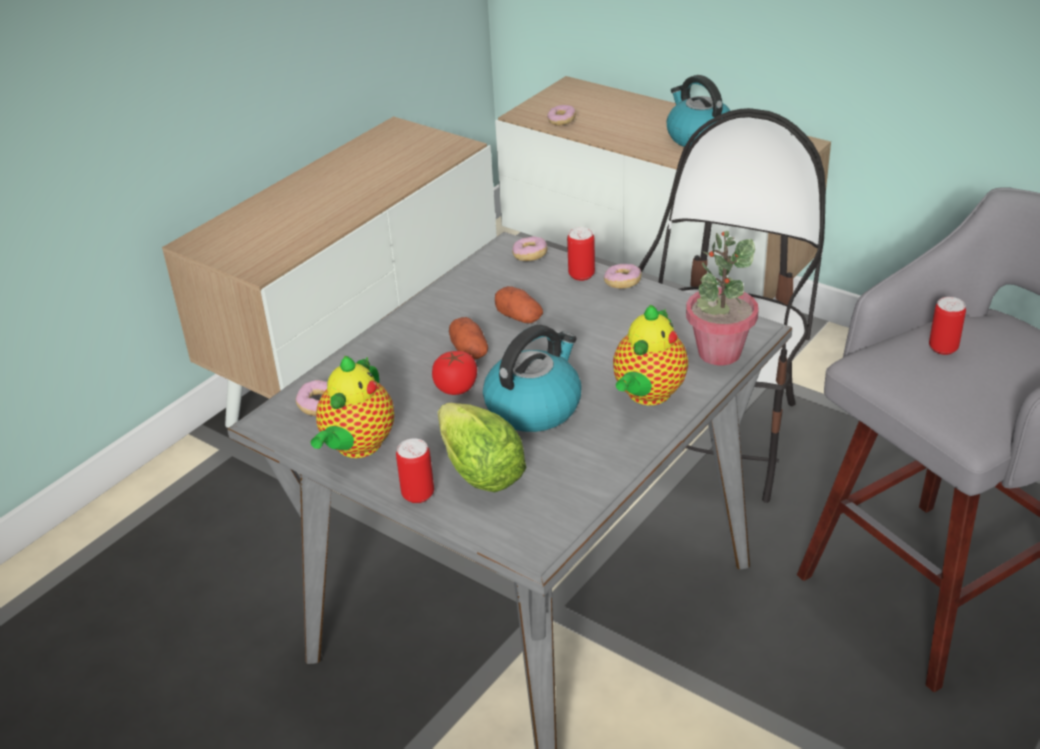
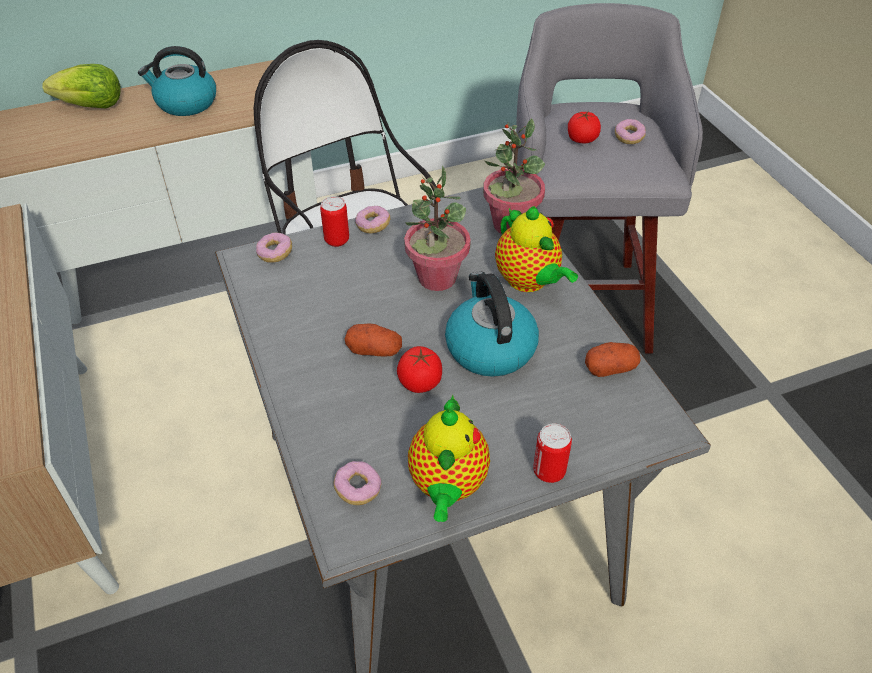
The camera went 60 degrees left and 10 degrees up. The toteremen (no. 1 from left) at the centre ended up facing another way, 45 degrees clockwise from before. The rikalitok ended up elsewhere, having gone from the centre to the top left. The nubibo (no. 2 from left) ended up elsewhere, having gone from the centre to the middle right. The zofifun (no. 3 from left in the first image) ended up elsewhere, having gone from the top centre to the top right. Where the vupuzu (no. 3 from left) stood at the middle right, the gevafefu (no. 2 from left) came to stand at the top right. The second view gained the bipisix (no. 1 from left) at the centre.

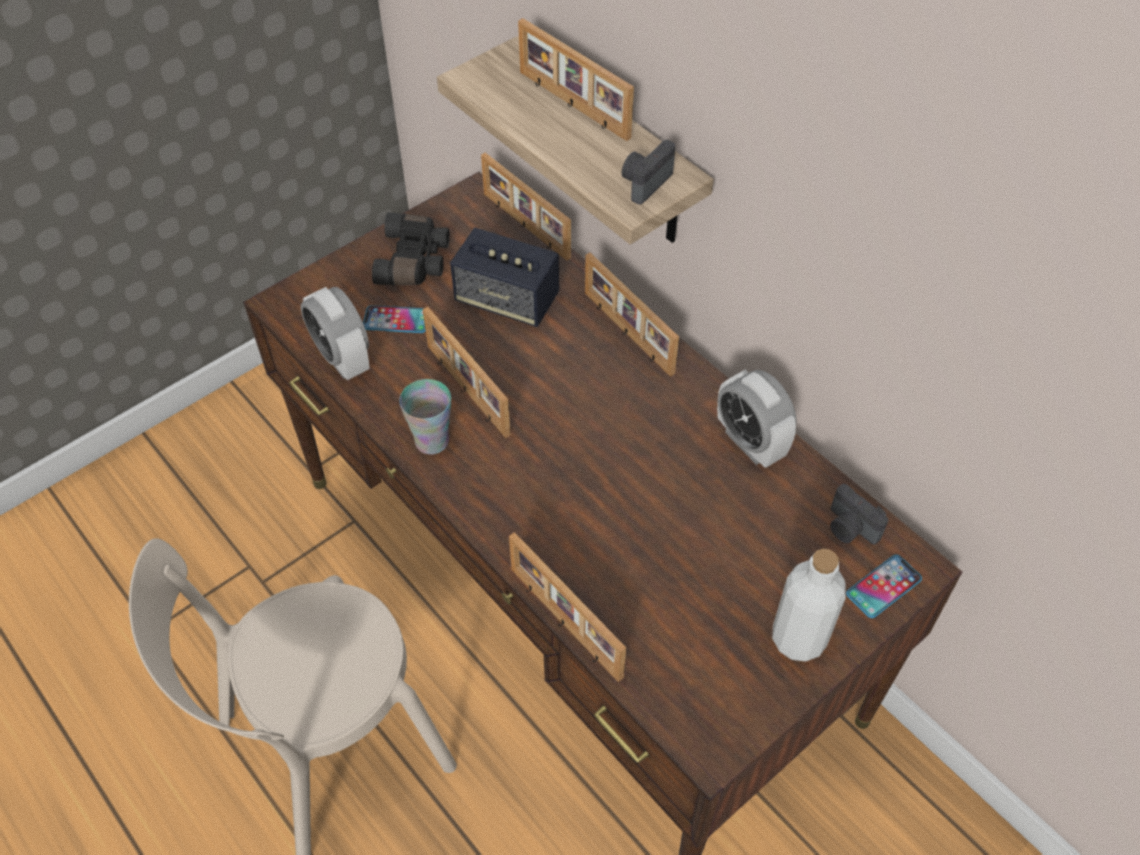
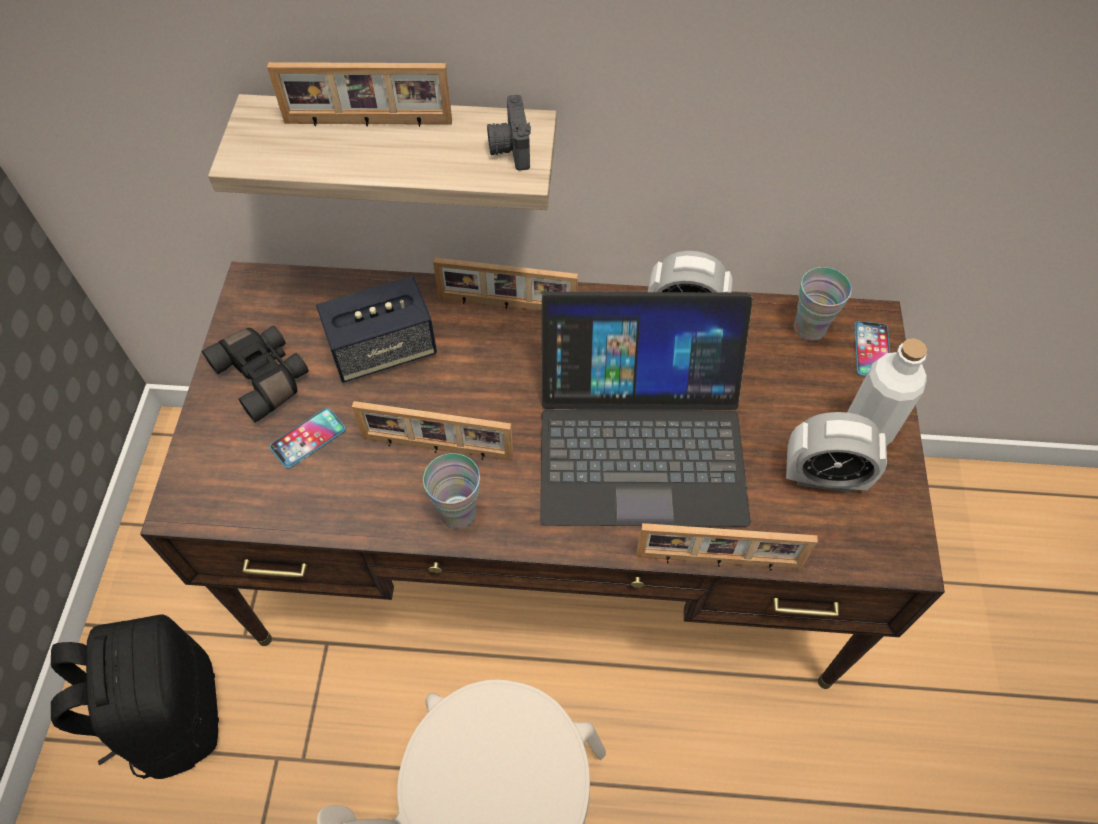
The camera went 45 degrees left and 5 degrees up. The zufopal (no. 1 from left in the first image) ended up elsewhere, having gone from the middle left to the middle right. The second view lost the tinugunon (no. 2 from left) at the top centre. Where the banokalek (no. 2 from left) stood at the middle right, the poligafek (no. 2 from left) came to stand at the middle right. The second view gained the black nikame at the bottom left. The second view gained the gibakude at the centre.

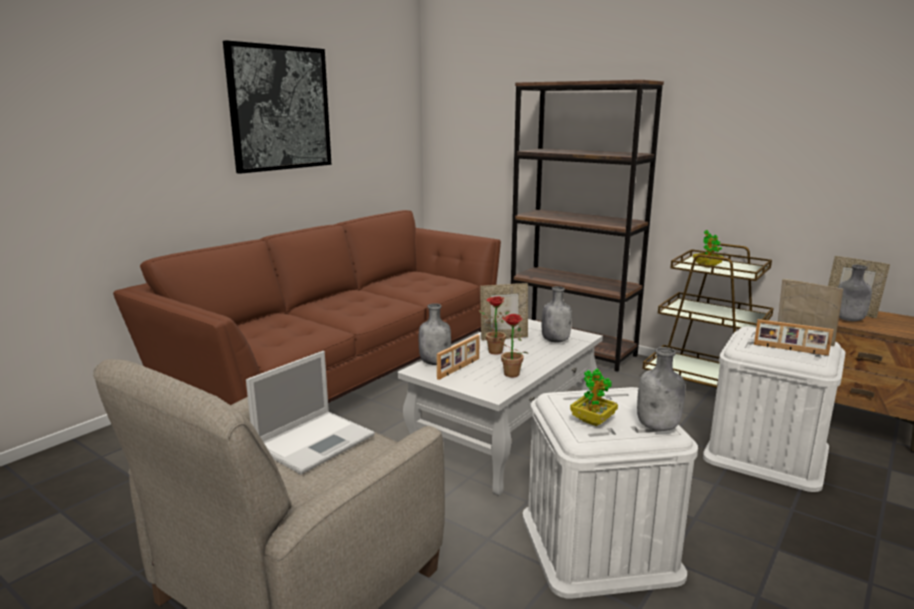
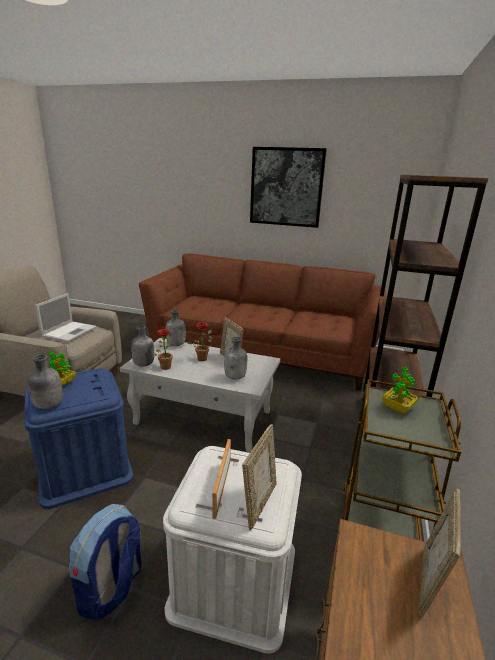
The camera went 70 degrees right and 5 degrees up. The gibakude at the bottom centre ended up facing another way, 90 degrees counterclockwise from before. The second view lost the tinugunon (no. 1 from left) at the centre. What was the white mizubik (no. 1 from left) at the bottom right turned into the blue mizubik at the middle left. The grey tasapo (no. 4 from left in the first image) ended up elsewhere, having gone from the middle right to the middle left. The second view gained the nikame at the bottom left.

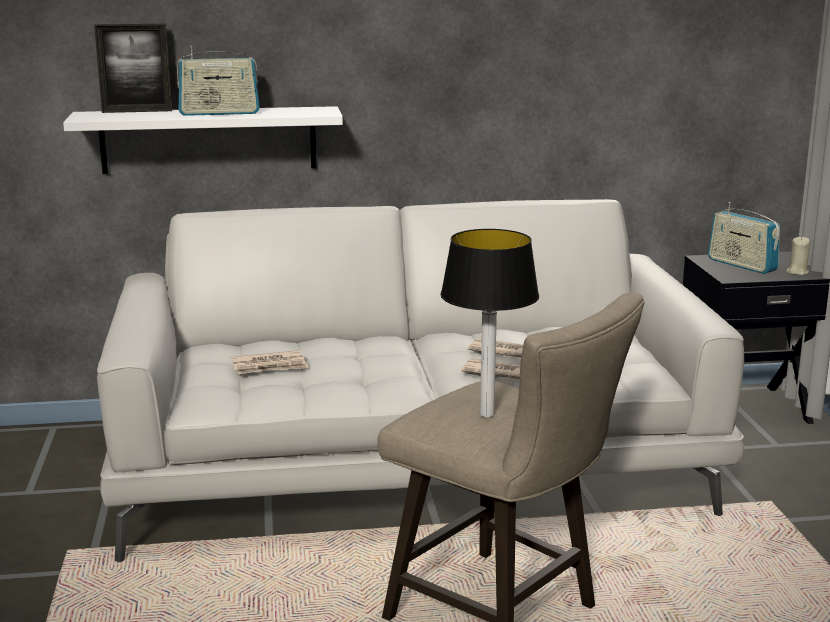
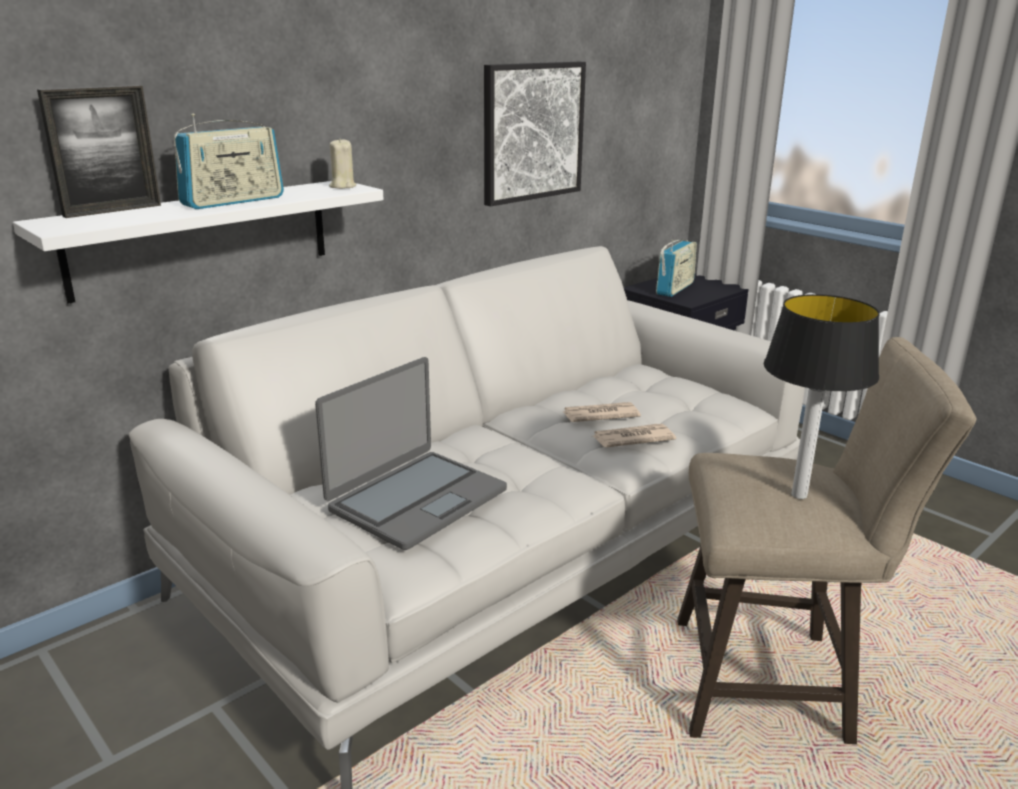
The camera went 35 degrees left and 5 degrees up. Where the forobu (no. 1 from left) stood at the middle left, the gibakude came to stand at the centre. The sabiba (no. 2 from left) at the middle right ended up facing another way, 75 degrees counterclockwise from before. The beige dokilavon ended up elsewhere, having gone from the middle right to the top centre. The second view gained the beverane at the top centre.

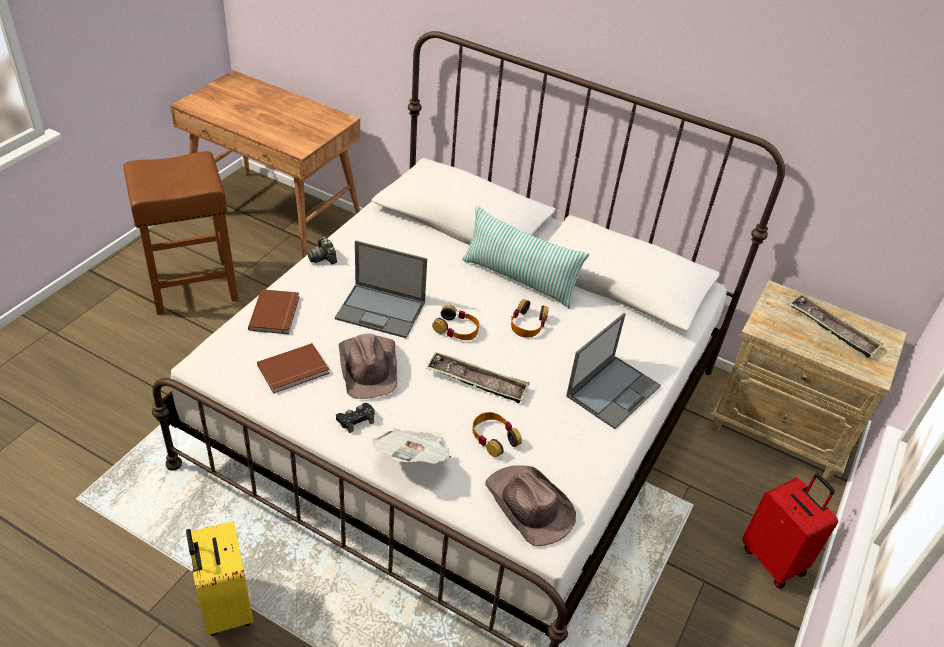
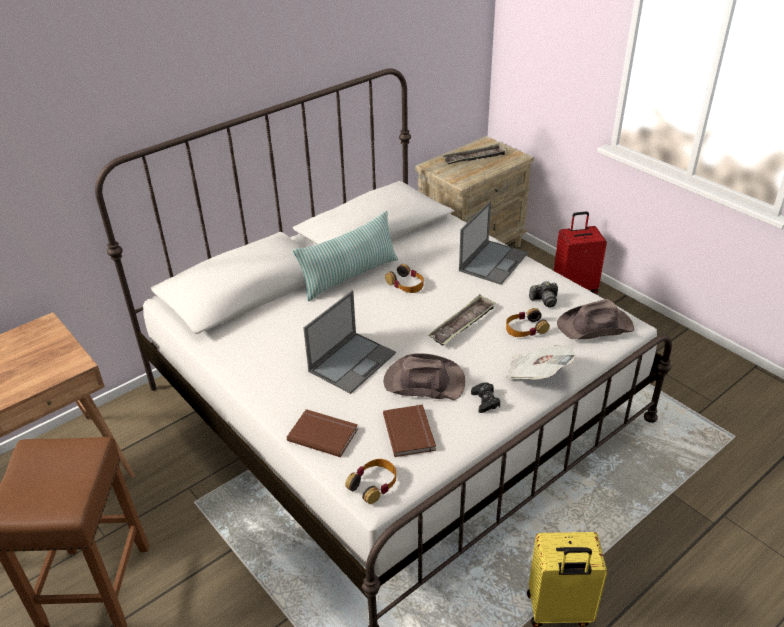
The camera went 65 degrees left and 5 degrees down. The banokalek ended up elsewhere, having gone from the centre to the middle right. The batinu (no. 1 from left) ended up elsewhere, having gone from the centre to the bottom centre. The gibakude (no. 2 from left) at the centre ended up facing another way, 60 degrees clockwise from before.

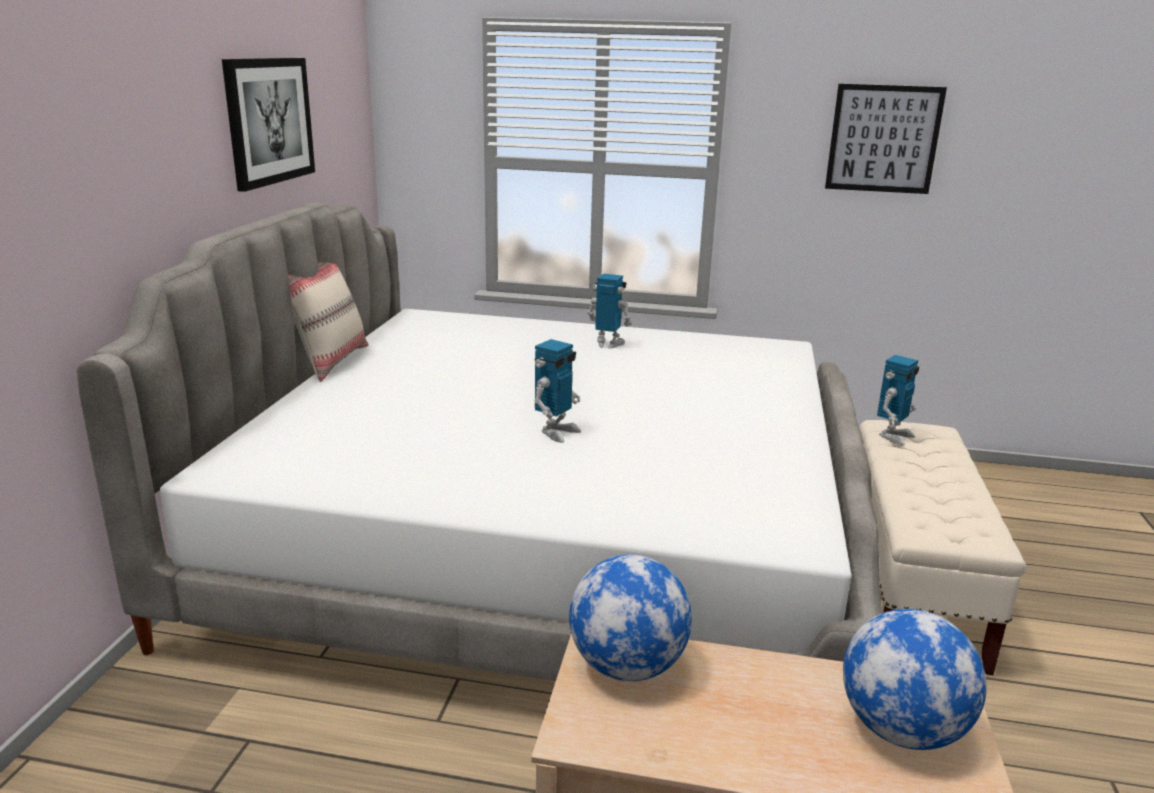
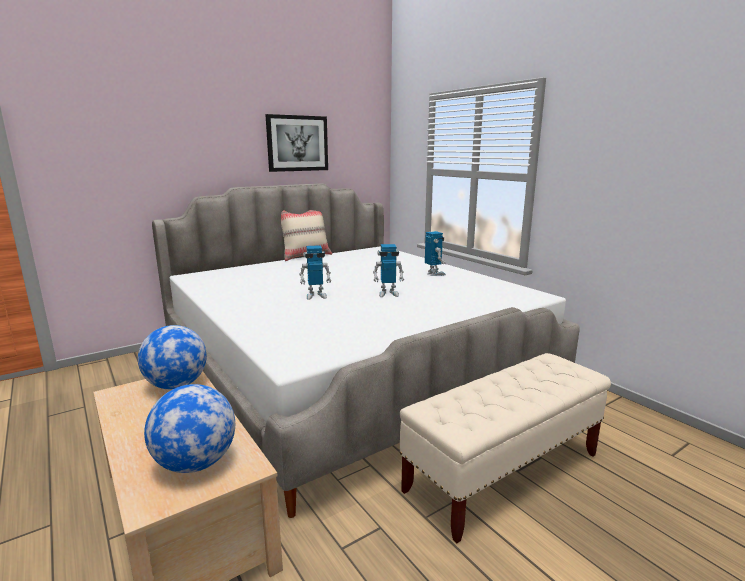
The camera went 45 degrees right and 5 degrees down. The second view lost the beverane (no. 2 from left) at the top right. The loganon (no. 3 from left in the first image) ended up elsewhere, having gone from the middle right to the centre.

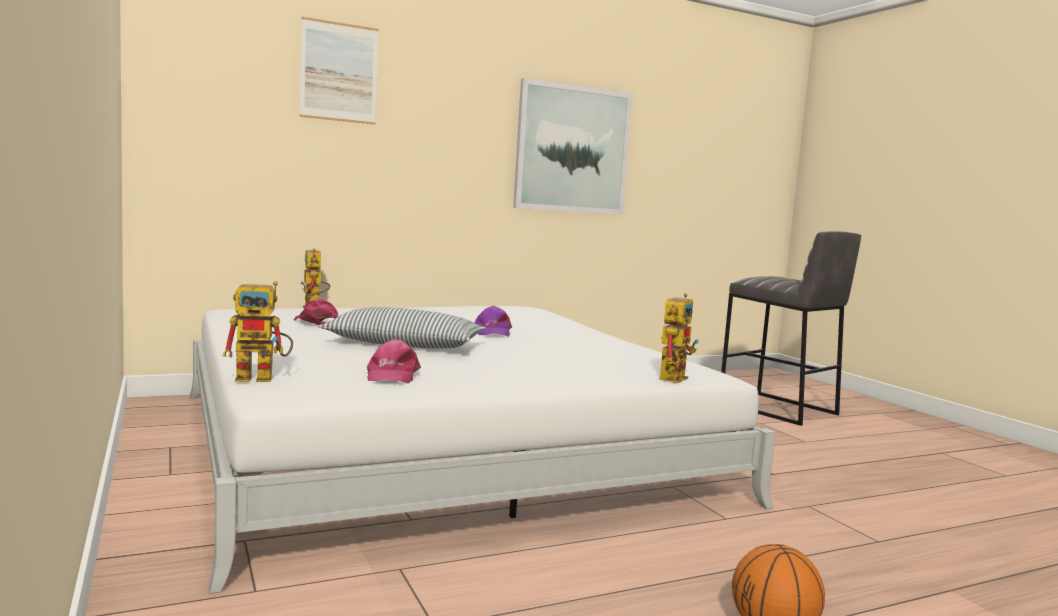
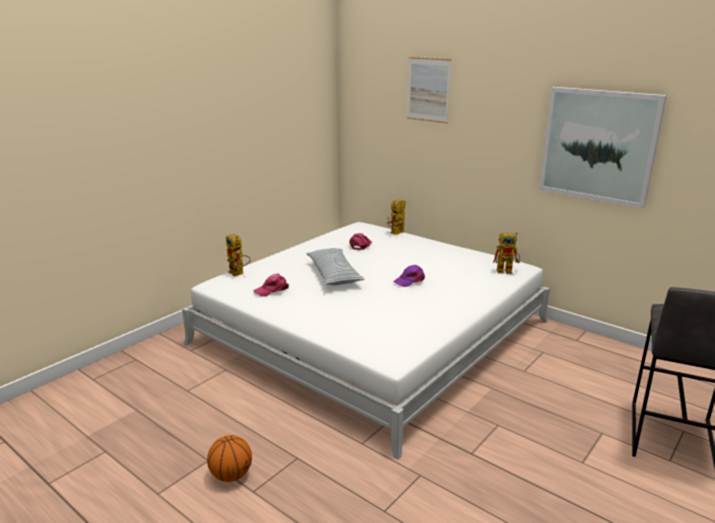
The camera went 65 degrees right and 15 degrees up. The loganon (no. 3 from left) ended up elsewhere, having gone from the centre to the middle right.

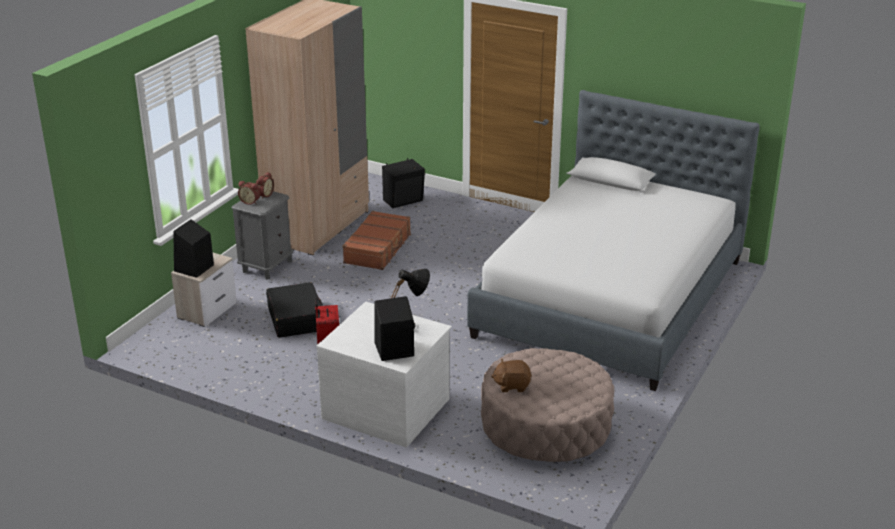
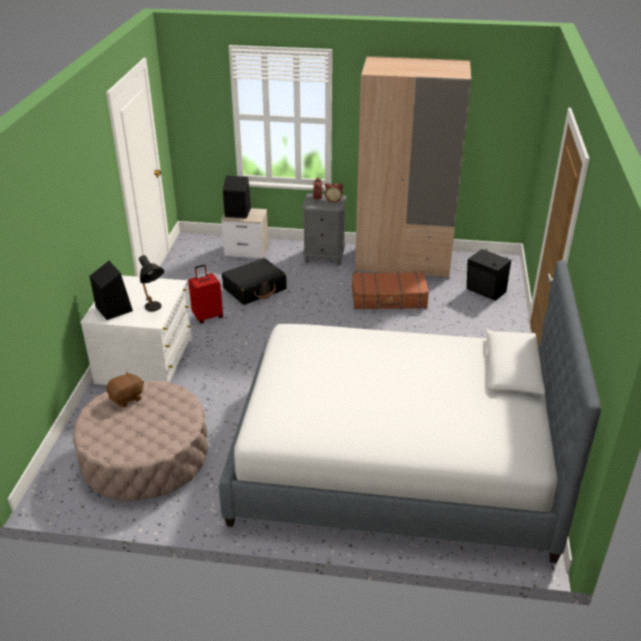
The camera went 70 degrees right and 5 degrees up. The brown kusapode at the bottom centre ended up facing another way, 75 degrees clockwise from before.

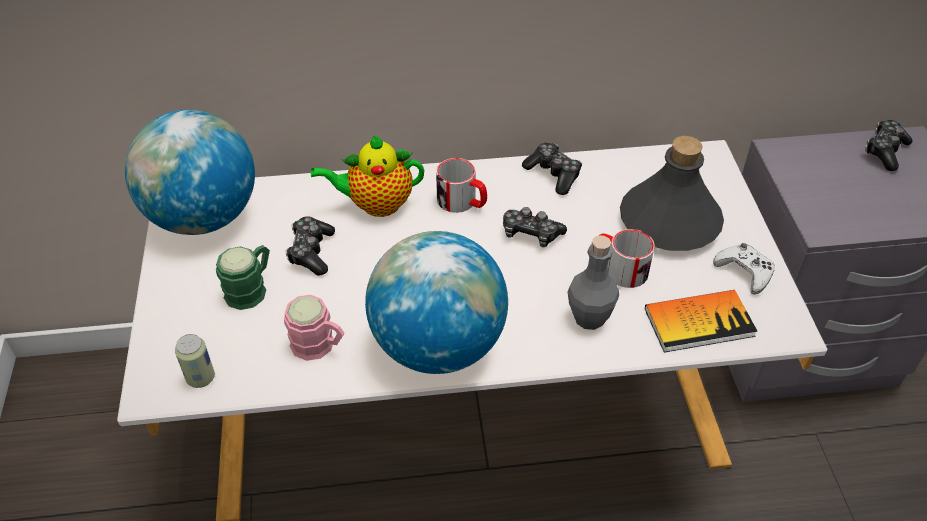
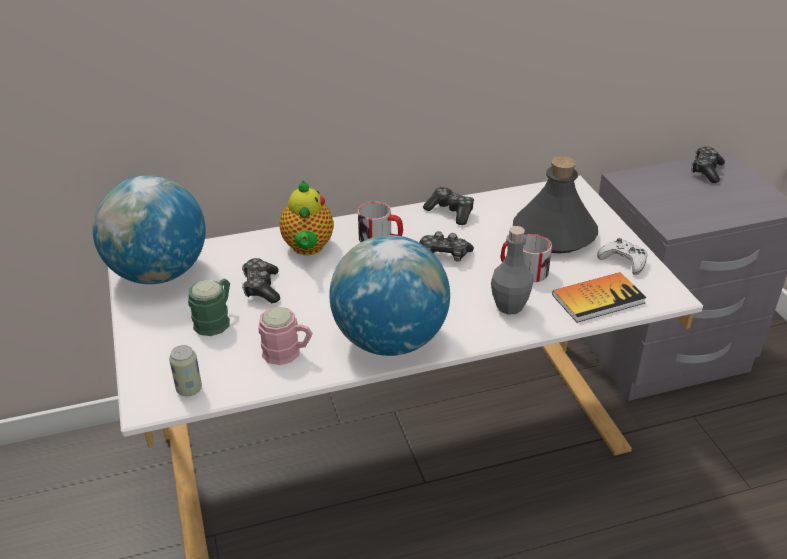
The camera went 10 degrees left and 10 degrees down. The toteremen at the centre ended up facing another way, 75 degrees counterclockwise from before.

